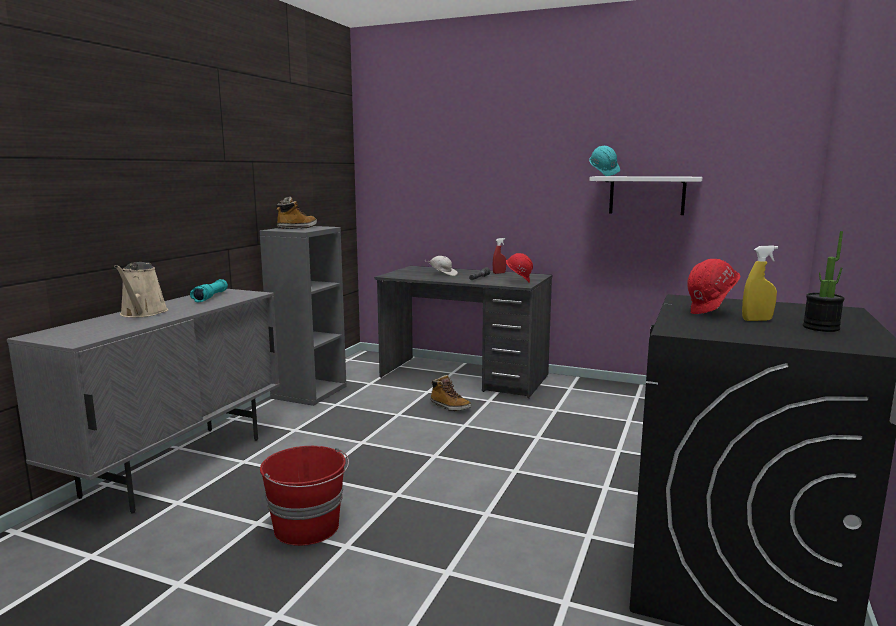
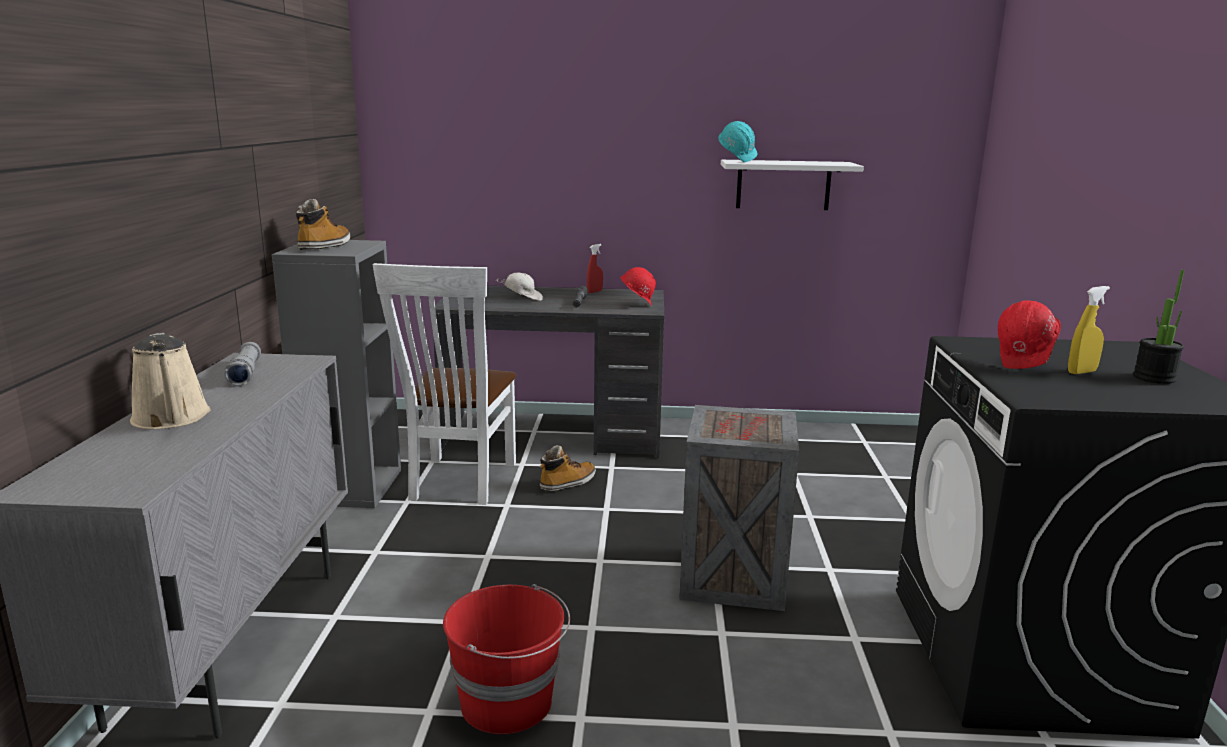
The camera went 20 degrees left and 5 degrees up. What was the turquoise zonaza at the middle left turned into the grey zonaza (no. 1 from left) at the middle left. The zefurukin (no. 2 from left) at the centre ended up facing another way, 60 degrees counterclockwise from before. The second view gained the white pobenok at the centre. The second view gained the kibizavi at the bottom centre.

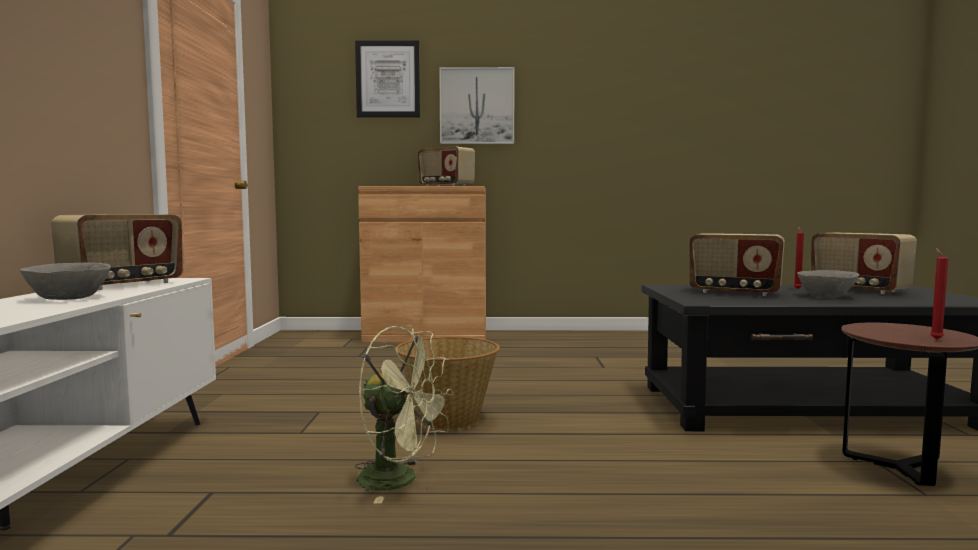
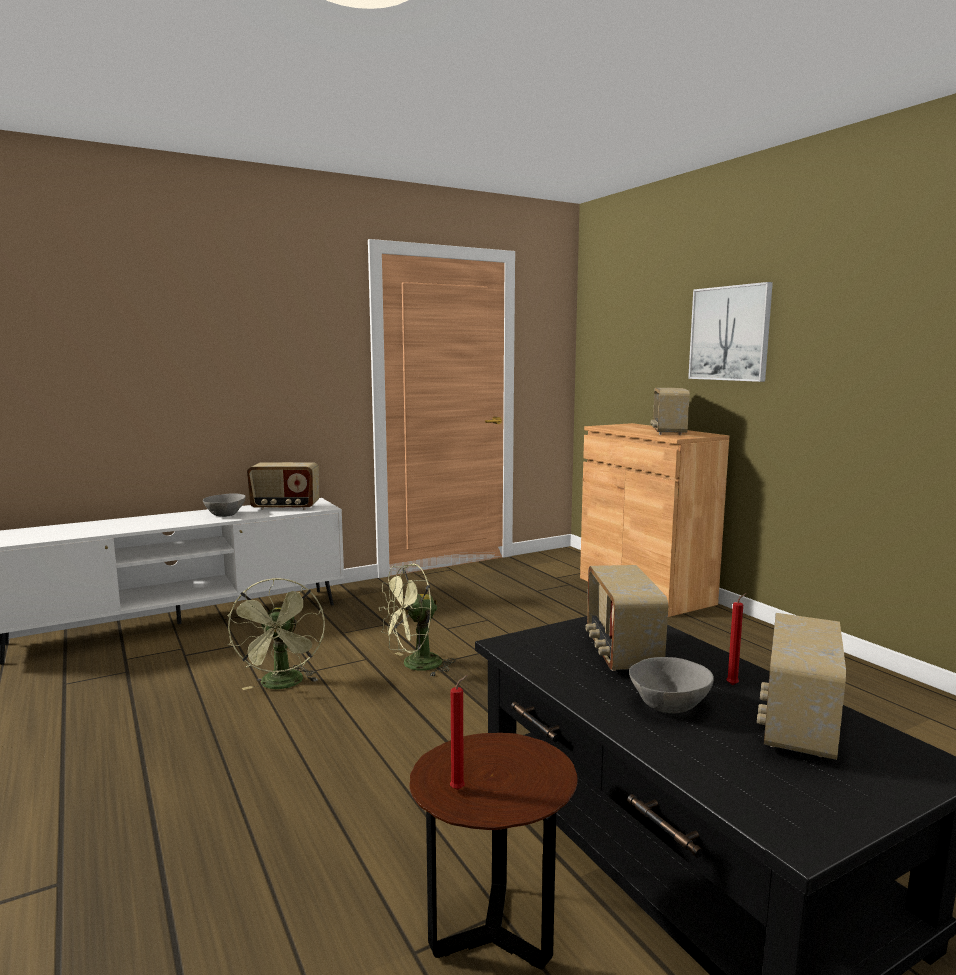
The camera went 60 degrees right and 5 degrees up. The second view lost the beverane (no. 1 from left) at the top centre. Where the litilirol stood at the bottom centre, the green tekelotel (no. 2 from left) came to stand at the centre.

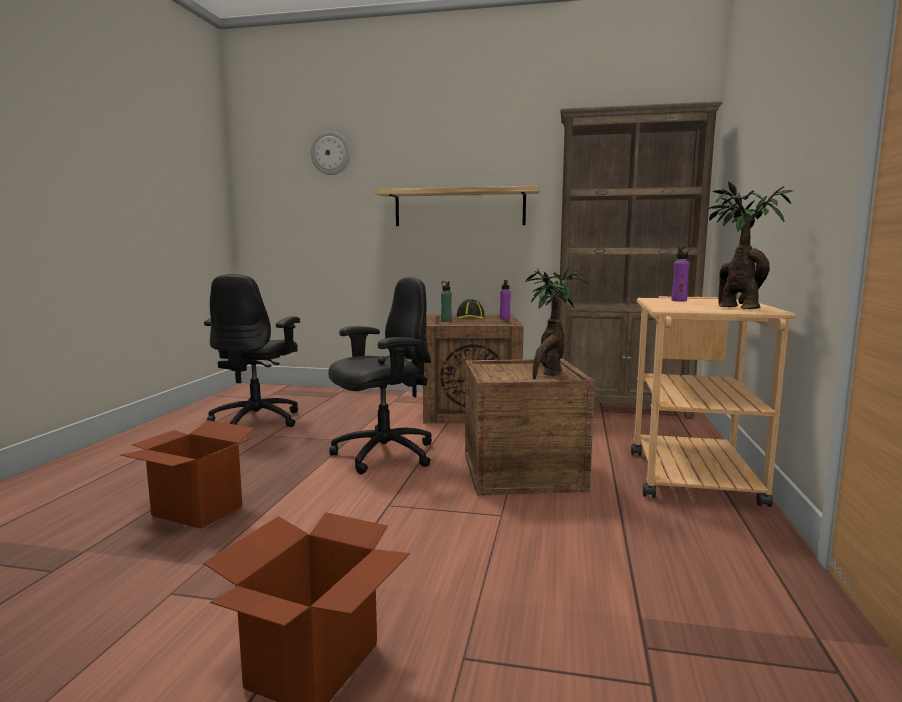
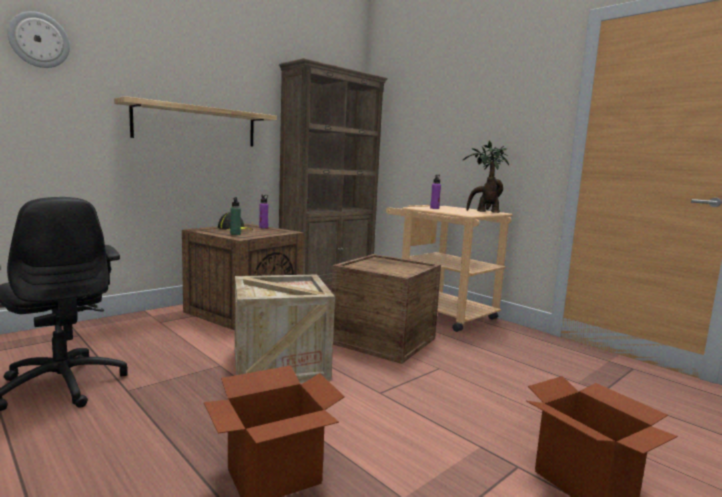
The camera went 55 degrees left and 0 degrees up. Where the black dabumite (no. 2 from left) stood at the centre, the kibizavi (no. 2 from left) came to stand at the centre. The second view lost the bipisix (no. 1 from left) at the centre.

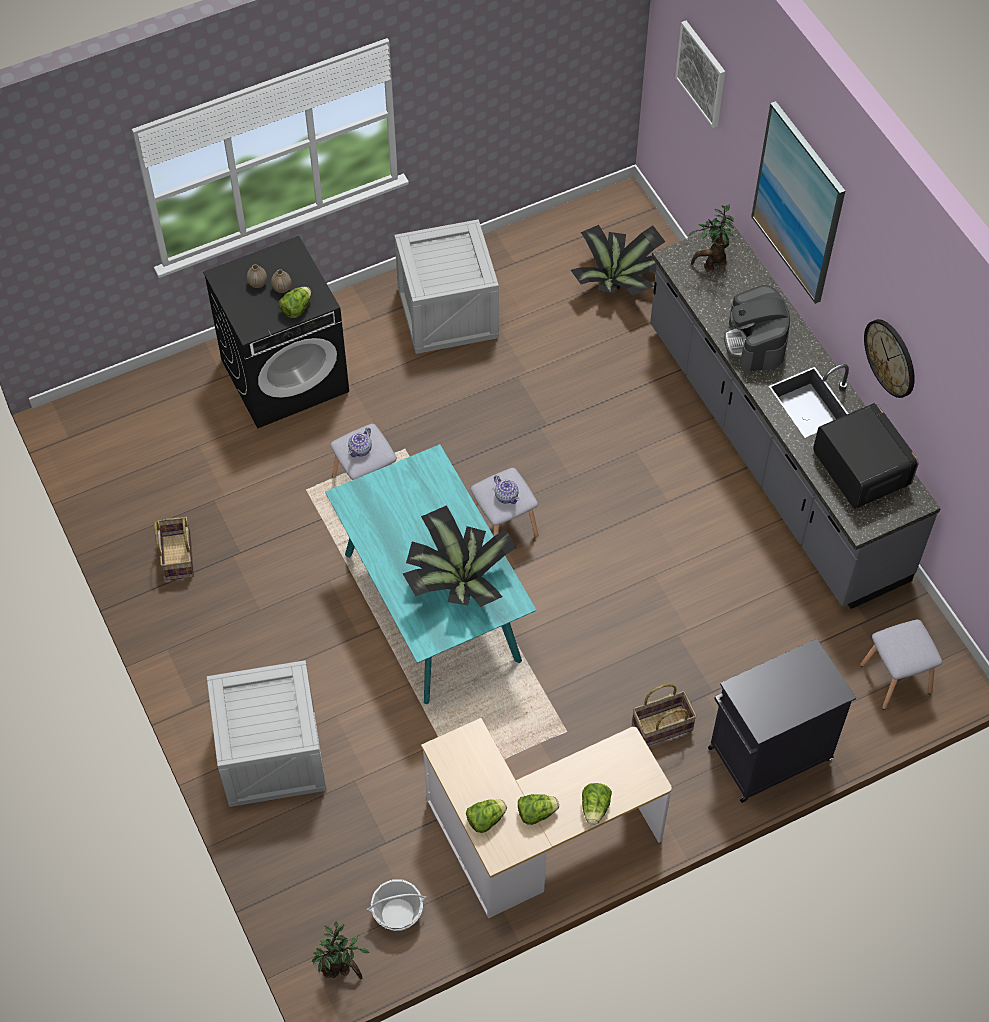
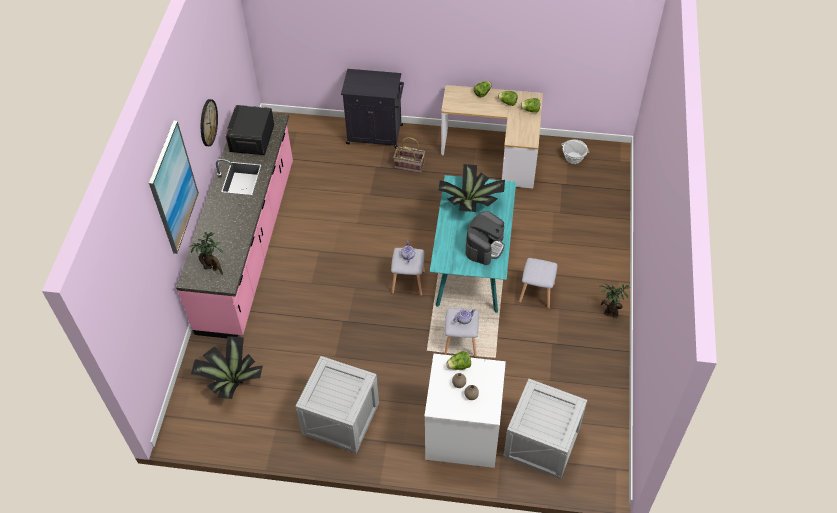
The camera went 145 degrees left and 5 degrees down. The second view lost the litilirol (no. 1 from left) at the middle left. What was the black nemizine at the top left turned into the white nemizine at the bottom centre. The kibizavi (no. 1 from left in the first image) ended up elsewhere, having gone from the bottom left to the bottom centre. The bipisix (no. 1 from left in the first image) ended up elsewhere, having gone from the bottom centre to the middle right. What was the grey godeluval at the middle right turned into the pink godeluval at the middle left. The second view lost the beverane (no. 1 from left) at the top right. The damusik ended up elsewhere, having gone from the top right to the centre. The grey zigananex (no. 3 from left) ended up elsewhere, having gone from the middle right to the centre.

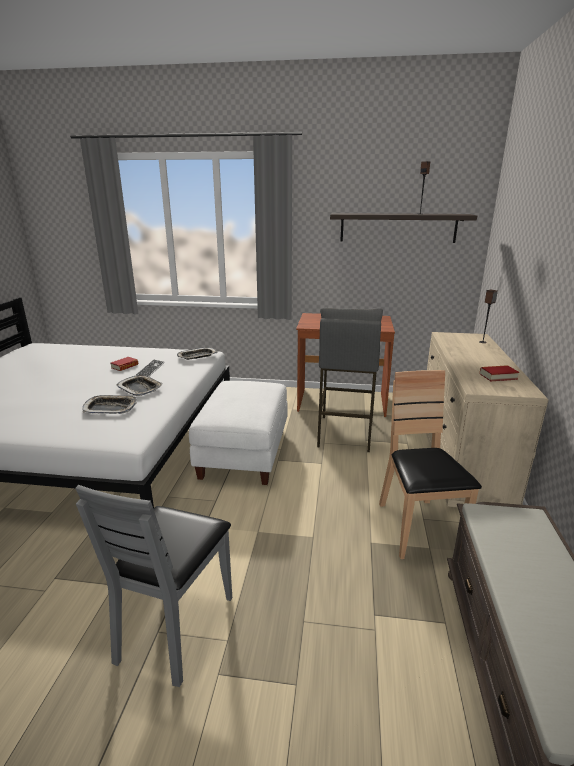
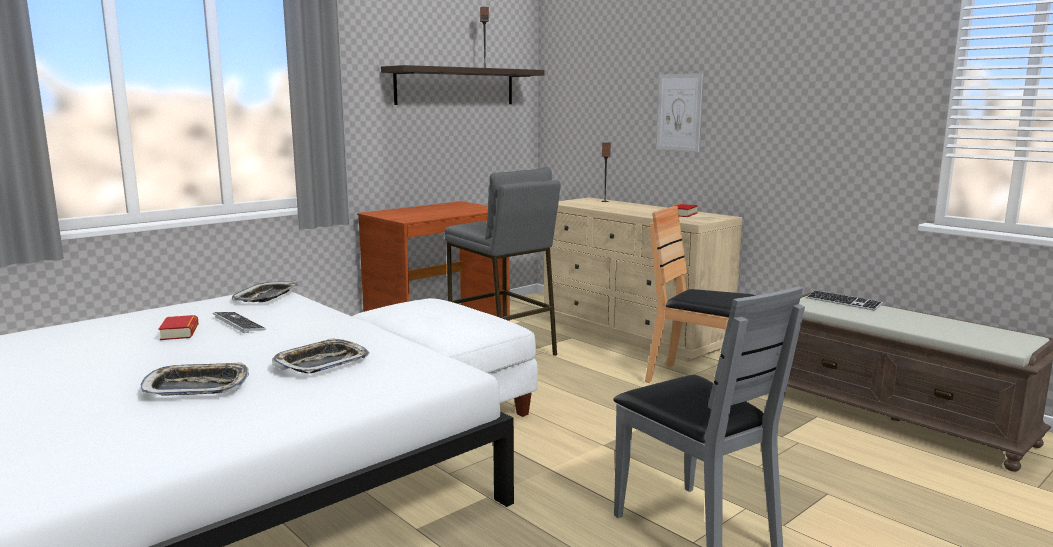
The camera went 50 degrees left and 10 degrees down. The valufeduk (no. 2 from left in the first image) ended up elsewhere, having gone from the middle left to the bottom left. The second view gained the beverane at the top centre. The second view gained the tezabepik (no. 2 from left) at the middle right.

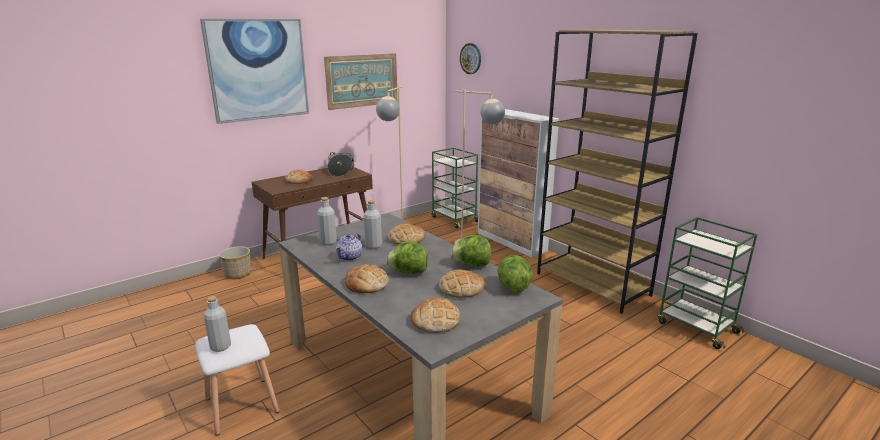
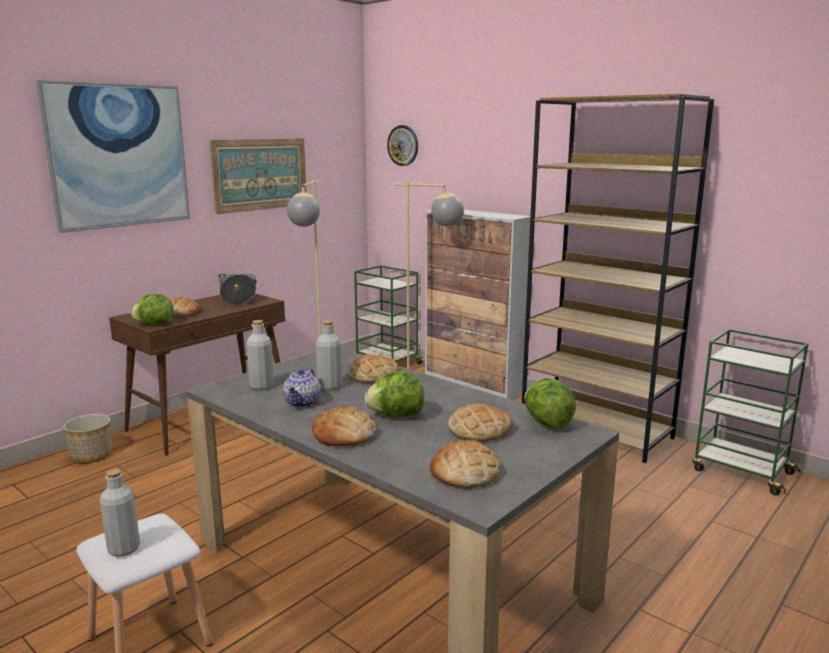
The camera went 10 degrees left and 5 degrees down. The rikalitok (no. 2 from left in the first image) ended up elsewhere, having gone from the centre to the middle left.

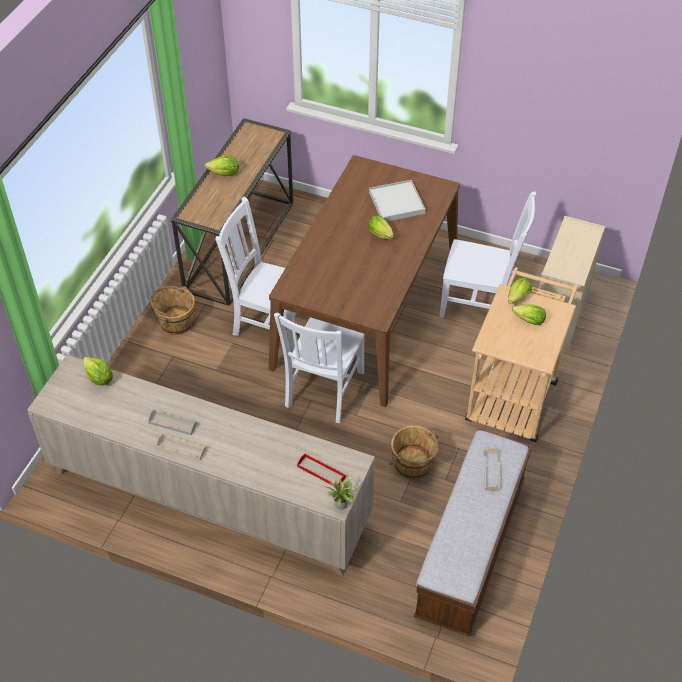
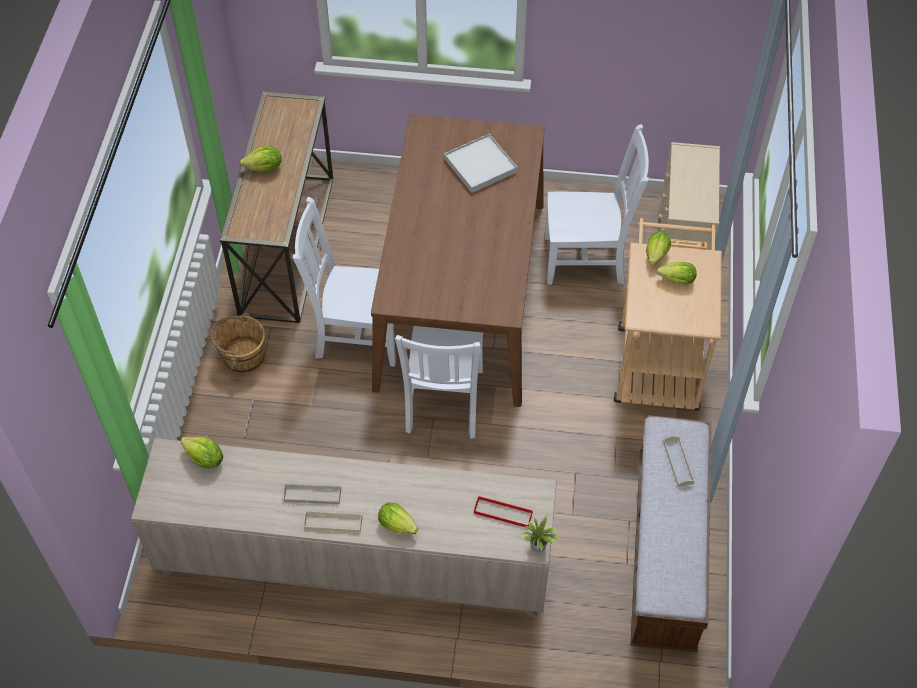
The camera went 15 degrees left and 5 degrees up. The rikalitok (no. 3 from left) ended up elsewhere, having gone from the top centre to the bottom centre. The second view lost the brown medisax (no. 2 from left) at the centre.

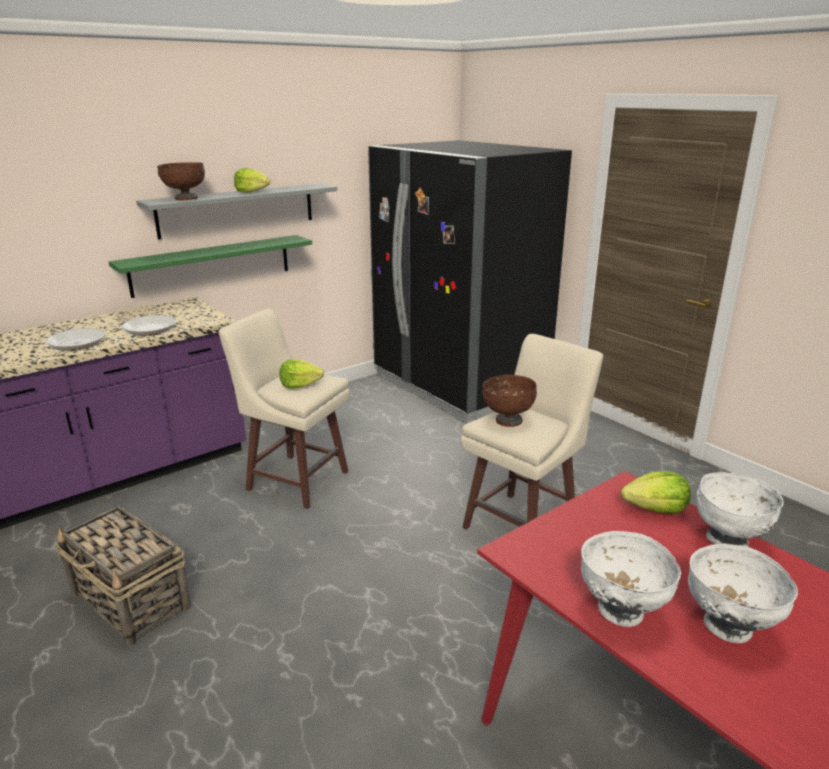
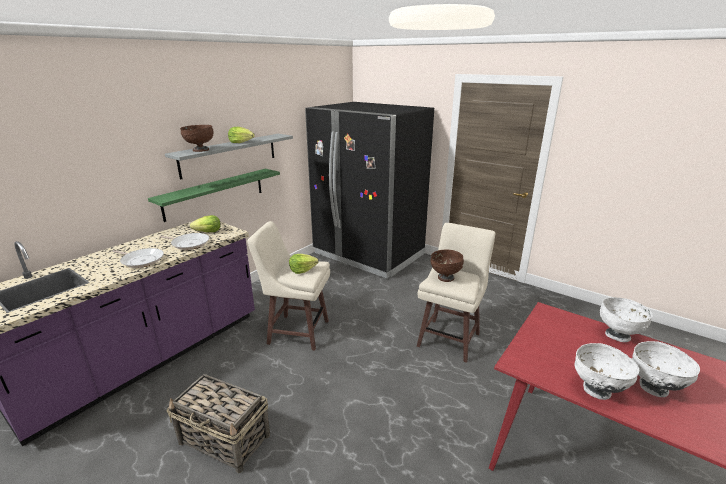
The camera went 15 degrees left and 0 degrees up. The rikalitok (no. 3 from left in the first image) ended up elsewhere, having gone from the middle right to the middle left.

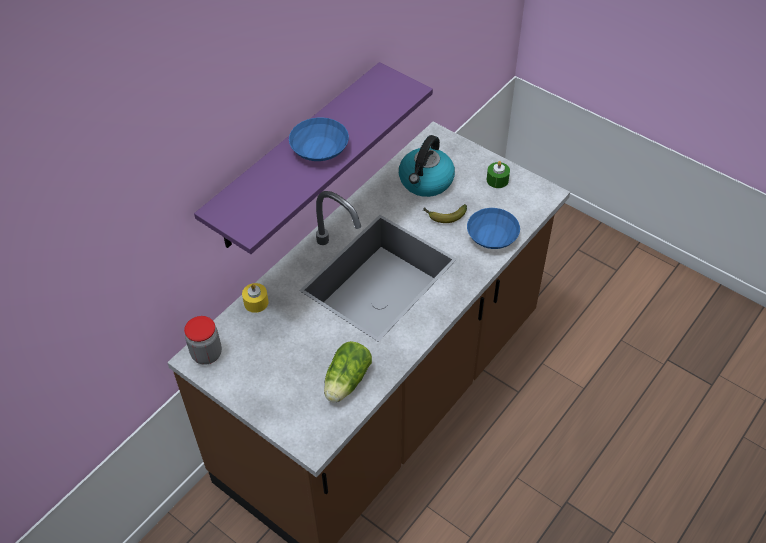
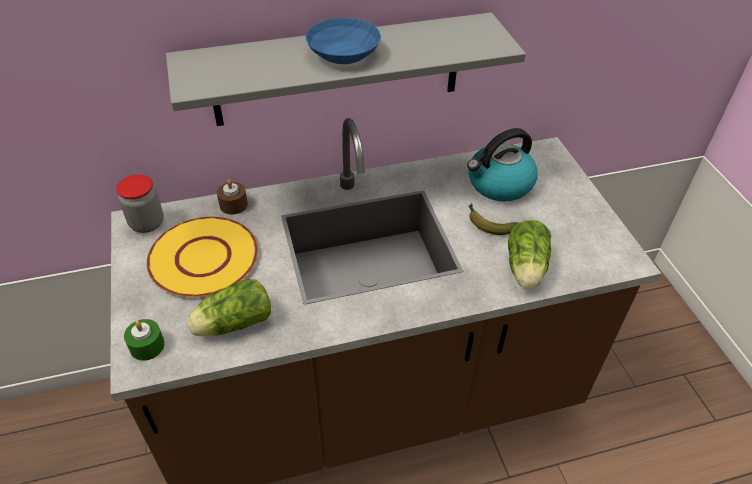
The camera went 35 degrees right and 5 degrees down. What was the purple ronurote at the top centre turned into the grey ronurote at the top centre. What was the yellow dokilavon at the middle left turned into the brown dokilavon at the middle left. Where the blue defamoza (no. 2 from left) stood at the centre, the rikalitok (no. 2 from left) came to stand at the middle right. The green dokilavon ended up elsewhere, having gone from the top centre to the bottom left. The second view gained the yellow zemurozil at the middle left.

